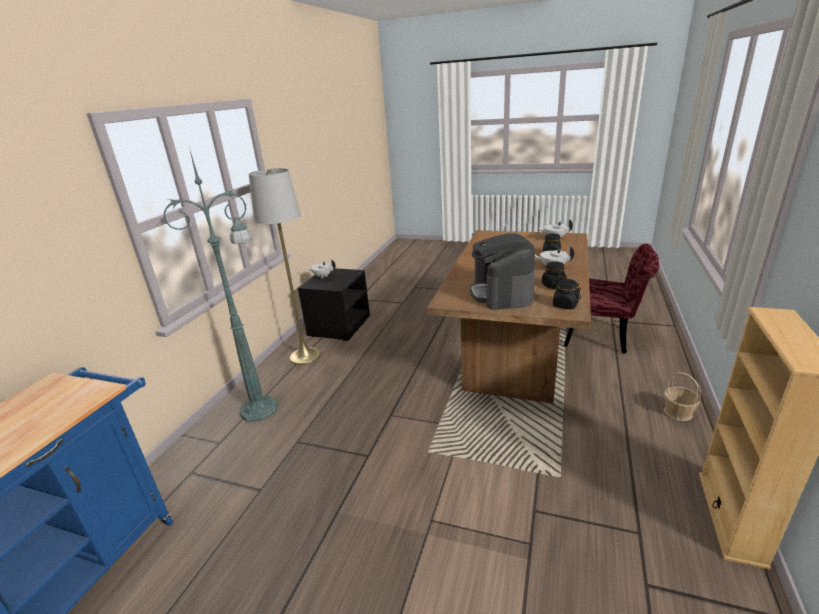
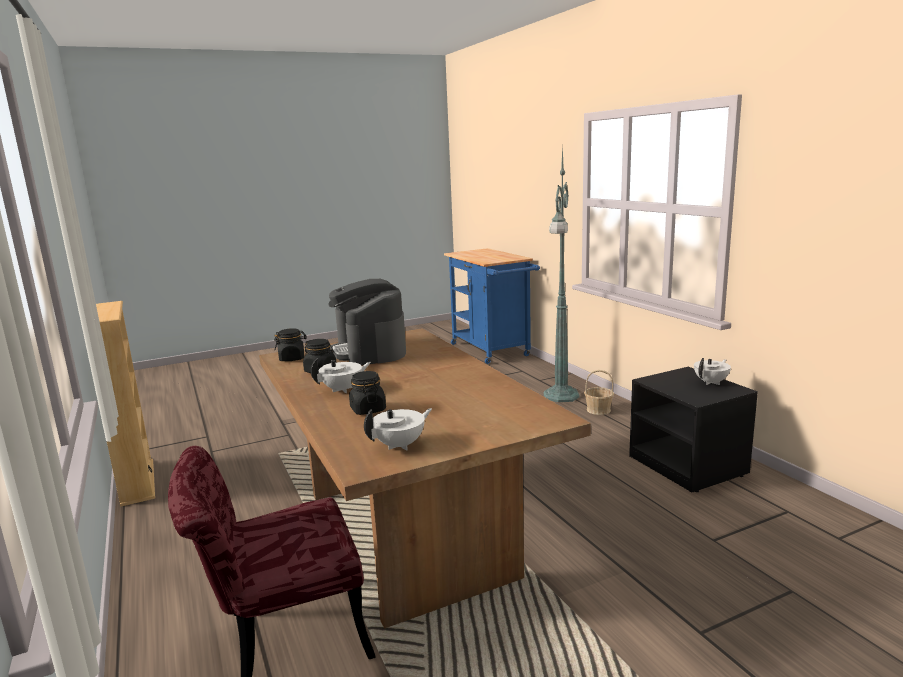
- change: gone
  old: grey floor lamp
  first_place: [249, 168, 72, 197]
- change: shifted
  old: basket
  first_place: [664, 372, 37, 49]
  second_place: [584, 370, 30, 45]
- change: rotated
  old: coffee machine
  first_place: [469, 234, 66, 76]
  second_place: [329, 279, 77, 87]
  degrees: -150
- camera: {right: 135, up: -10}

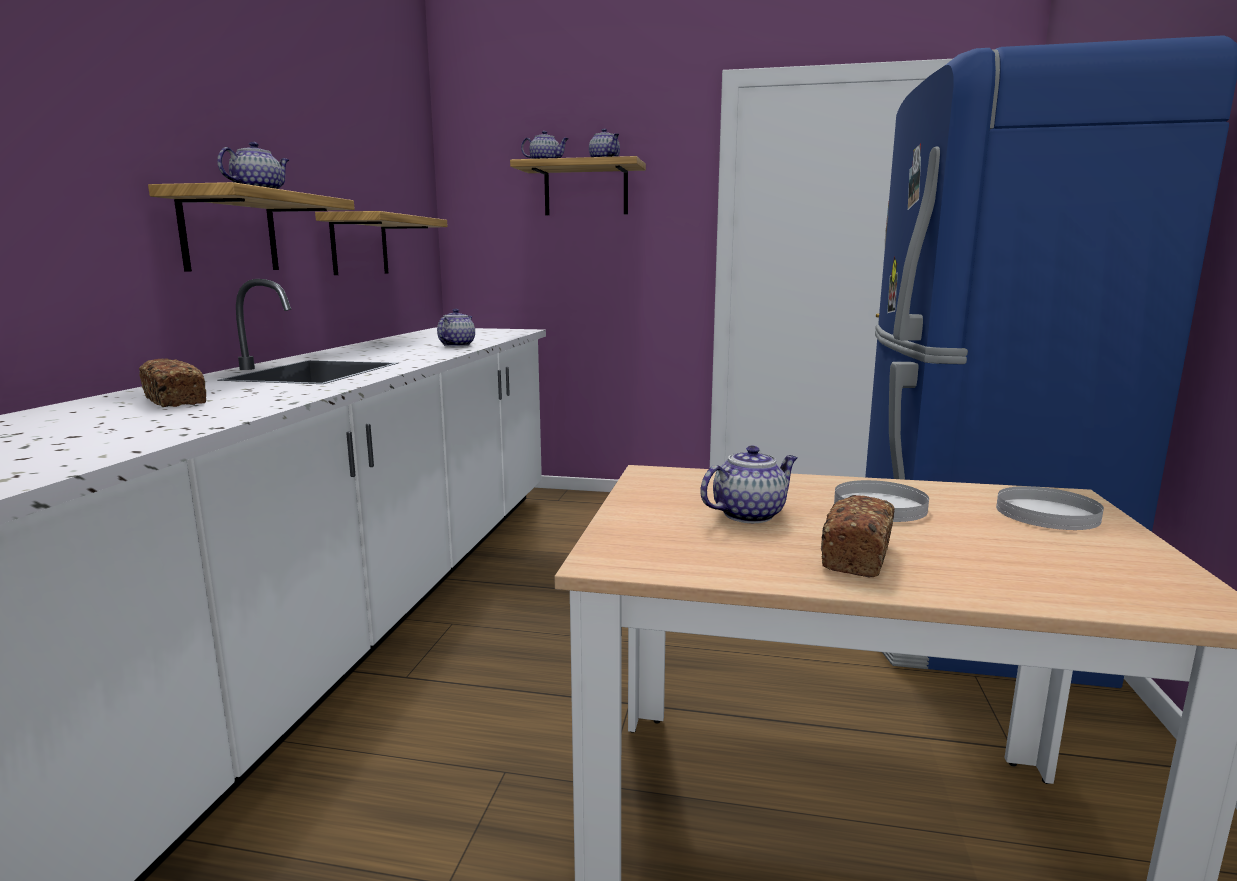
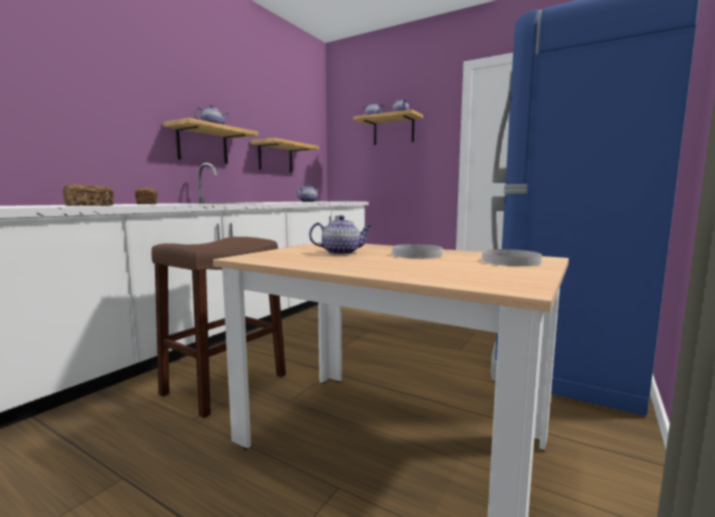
- change: new
  new: brown stool
  second_place: [151, 237, 135, 181]
- change: shifted
  old: bread
  first_place: [821, 495, 73, 82]
  second_place: [63, 184, 51, 22]
- camera: {right: 20, up: -5}

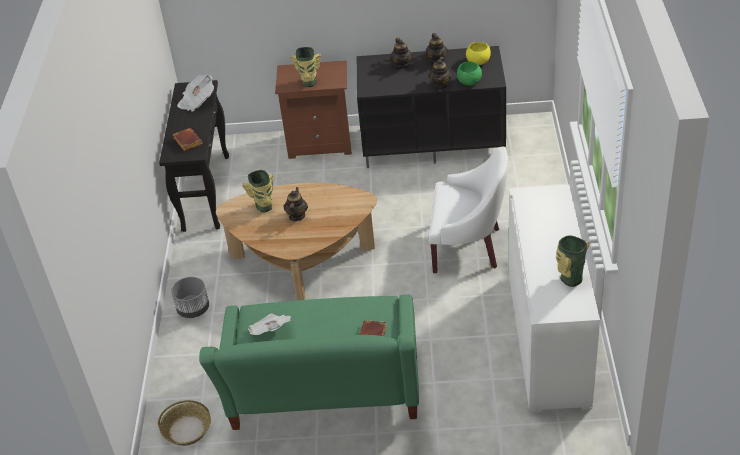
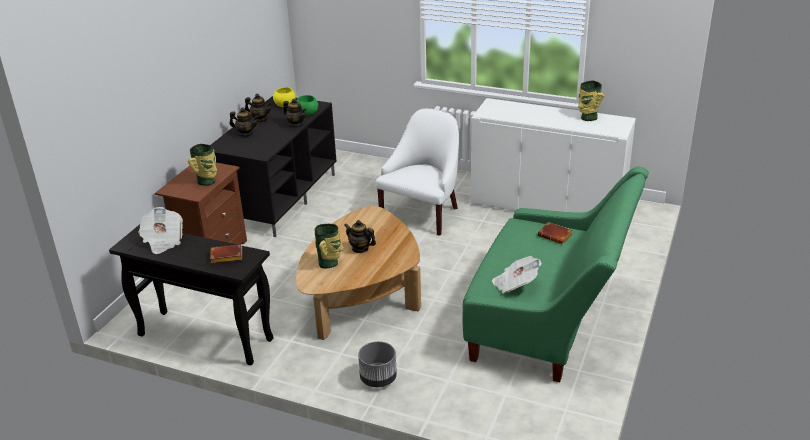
- change: gone
  old: basket
  first_place: [158, 400, 53, 46]
- camera: {right: -70, up: -10}

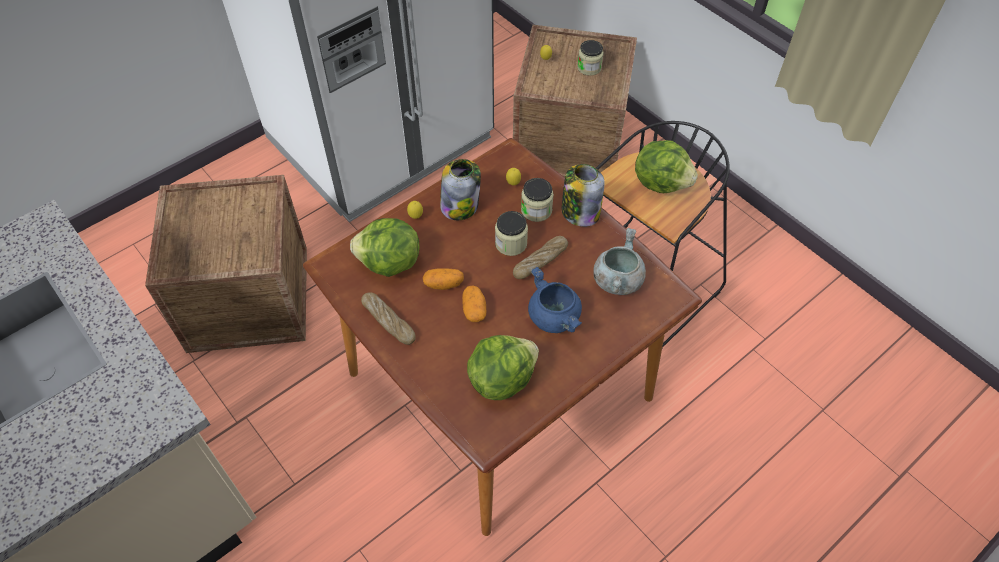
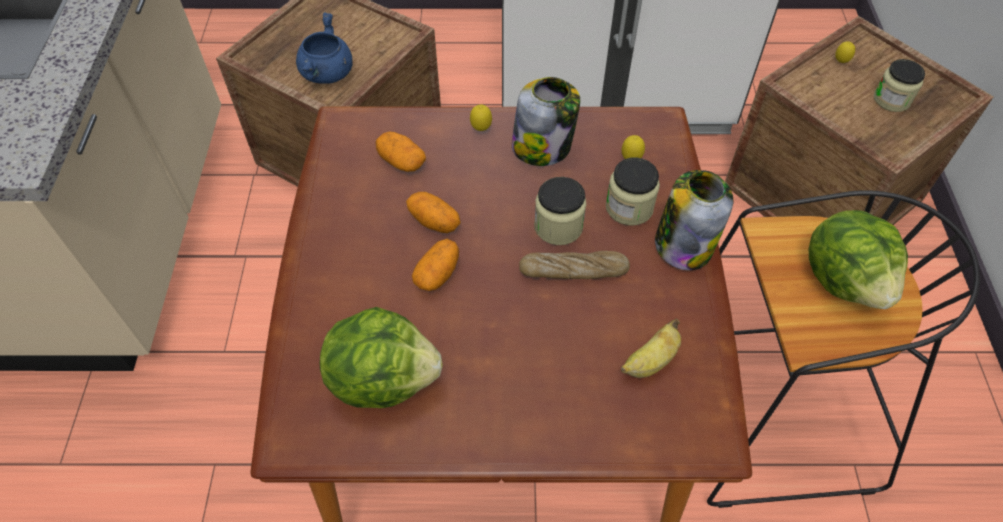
- change: gone
  old: bread
  first_place: [361, 292, 55, 53]
- change: shifted
  old: blue cooking pot
  first_place: [528, 267, 54, 66]
  second_place: [296, 12, 57, 72]
- change: swapped
  old: lettuce
  new: potato
  first_place: [350, 218, 70, 59]
  second_place: [376, 132, 50, 40]
- change: swapped
  old: grey cooking pot
  new: banana
  first_place: [593, 228, 53, 67]
  second_place: [621, 319, 60, 59]
- camera: {right: 40, up: 0}

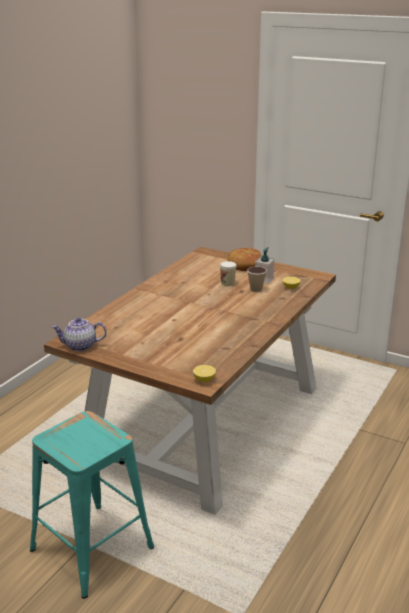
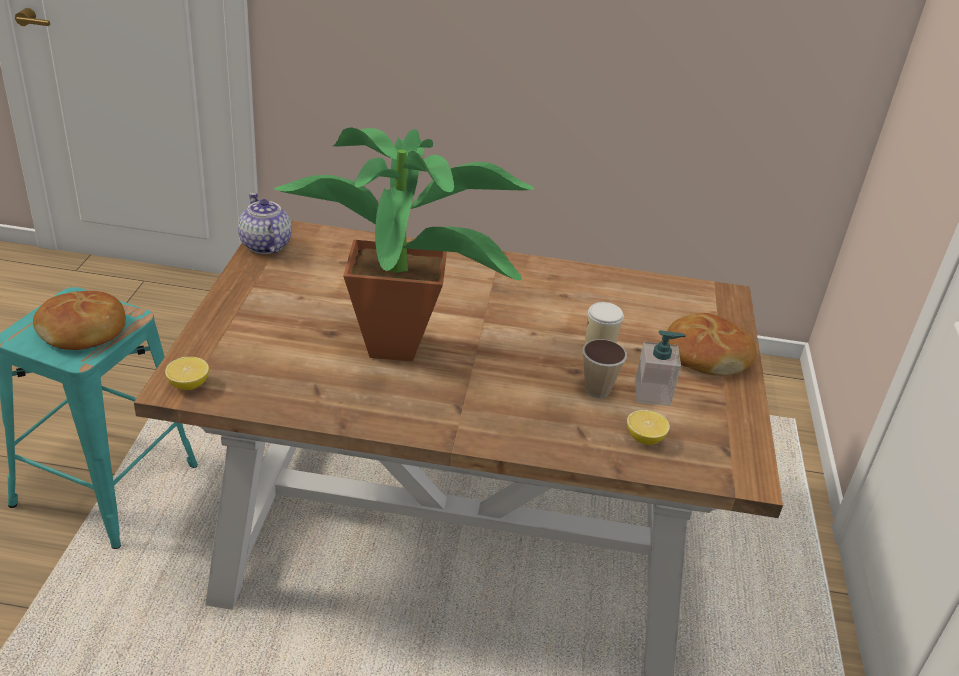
- change: new
  new: bread
  second_place: [33, 291, 93, 59]
- change: new
  new: potted plant
  second_place: [273, 127, 262, 235]
- camera: {right: 65, up: 10}

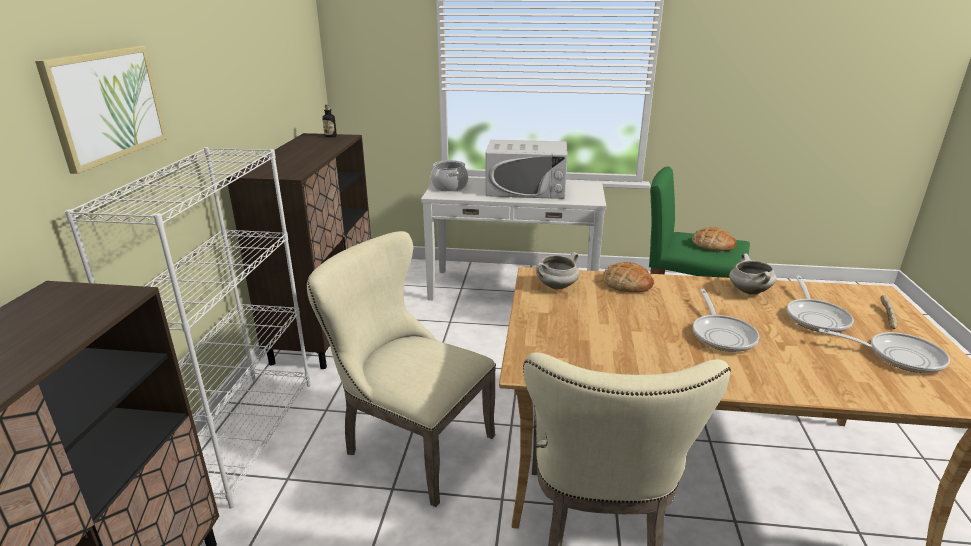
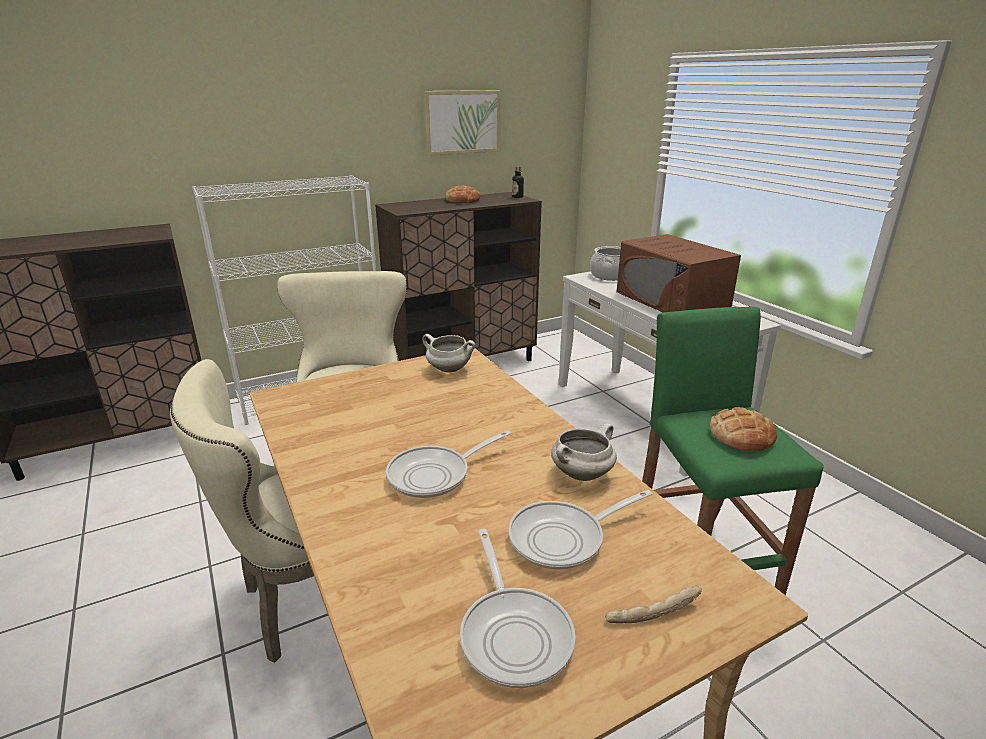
- change: shifted
  old: picture
  first_place: [35, 46, 132, 128]
  second_place: [423, 90, 77, 65]
- change: shifted
  old: bread
  first_place: [603, 262, 51, 31]
  second_place: [445, 185, 35, 18]
- change: repainted
  old: white microwave
  new: brown microwave
  first_place: [485, 140, 83, 59]
  second_place: [617, 234, 124, 78]
- camera: {right: 55, up: 0}

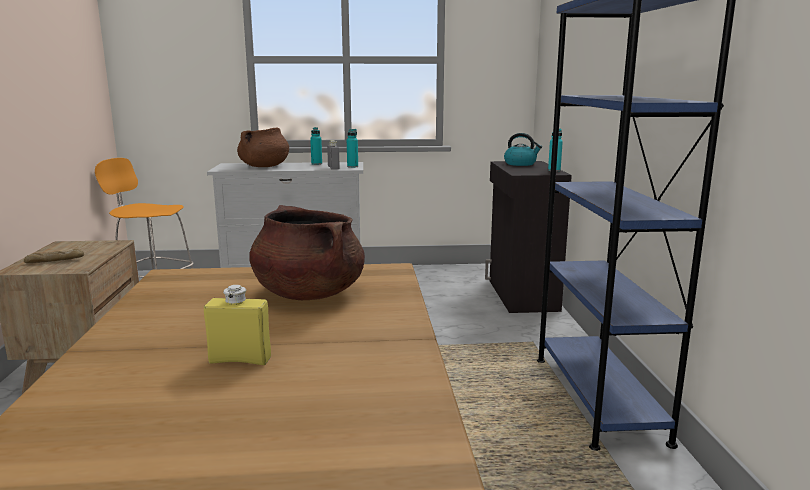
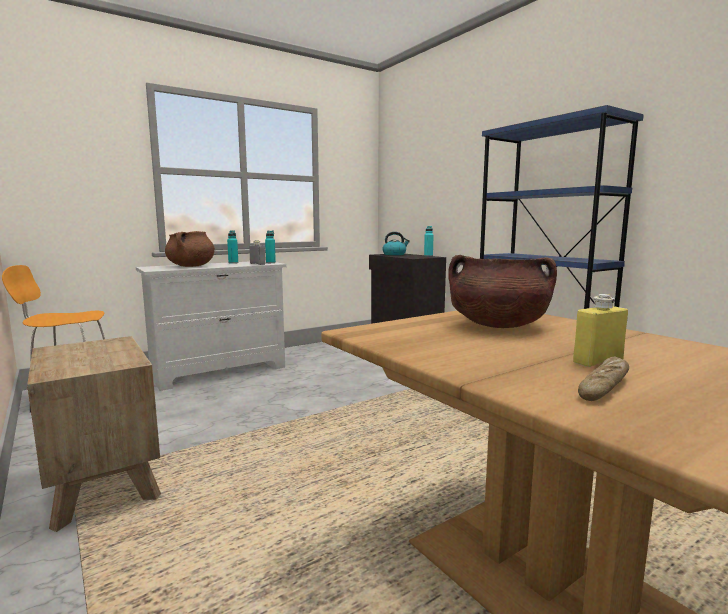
- change: shifted
  old: bread
  first_place: [24, 249, 60, 14]
  second_place: [578, 357, 51, 44]
- camera: {right: -30, up: -5}

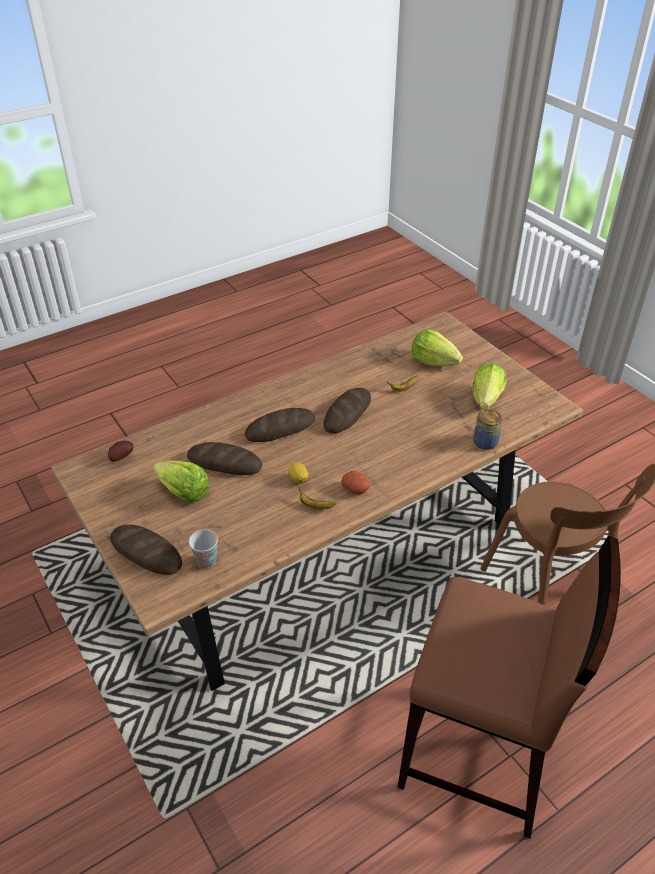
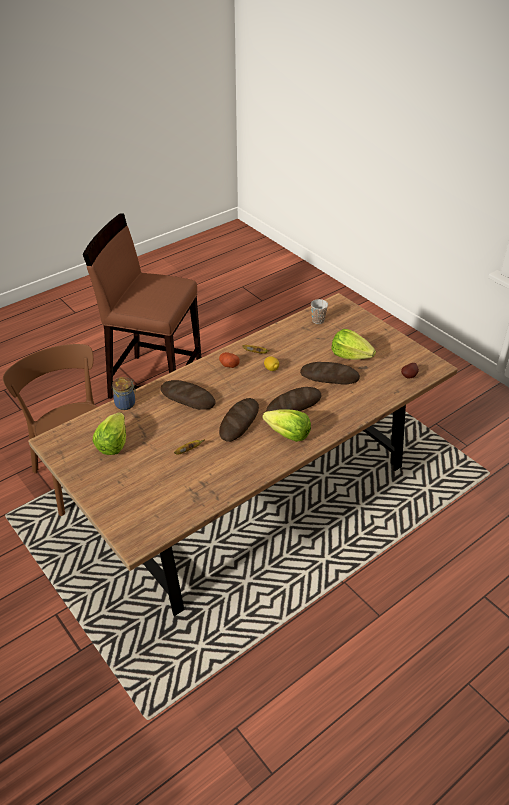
- change: shifted
  old: bread
  first_place: [110, 525, 72, 50]
  second_place: [161, 380, 55, 30]
- change: shifted
  old: lettuce
  first_place: [411, 329, 52, 37]
  second_place: [262, 409, 49, 33]
- camera: {right: 175, up: 0}

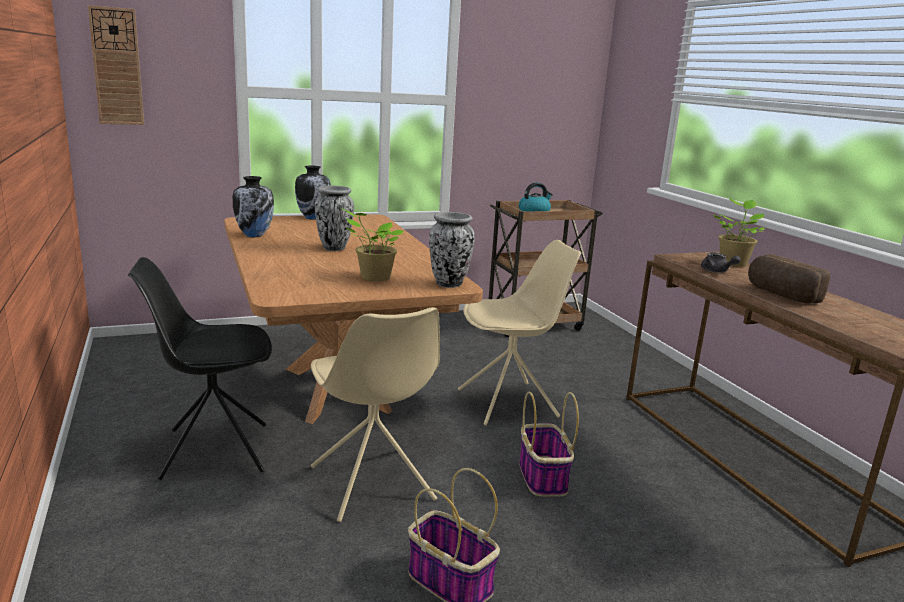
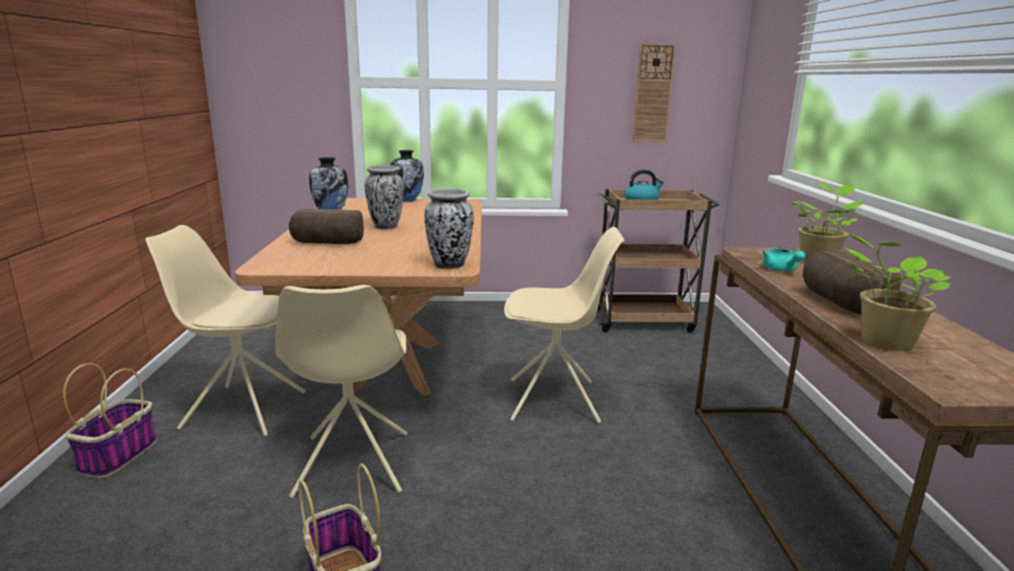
- change: new
  new: bread
  second_place: [289, 209, 75, 35]
- change: shifted
  old: wall clock
  first_place: [88, 5, 56, 120]
  second_place: [632, 43, 44, 99]
- change: shifted
  old: potted plant
  first_place: [341, 208, 63, 73]
  second_place: [844, 233, 107, 118]
- change: shifted
  old: basket
  first_place: [519, 392, 60, 105]
  second_place: [63, 363, 94, 115]
- change: repainted
  old: black chair
  new: beige chair
  first_place: [128, 257, 144, 223]
  second_place: [145, 225, 160, 212]
- change: repainted
  old: grey teapot
  new: turquoise teapot
  first_place: [701, 253, 40, 19]
  second_place: [762, 247, 43, 24]
- camera: {right: 20, up: 0}

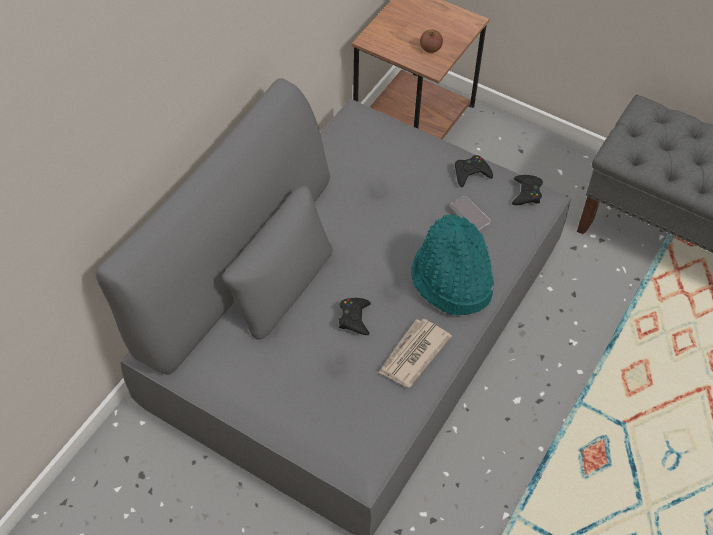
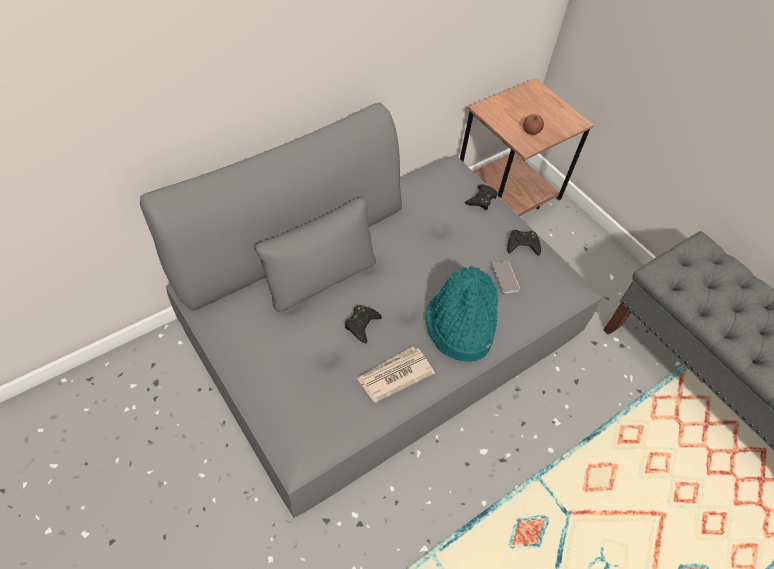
- change: shifted
  old: black game controller
  first_place: [512, 175, 31, 30]
  second_place: [465, 184, 33, 26]
- camera: {right: 20, up: 0}

